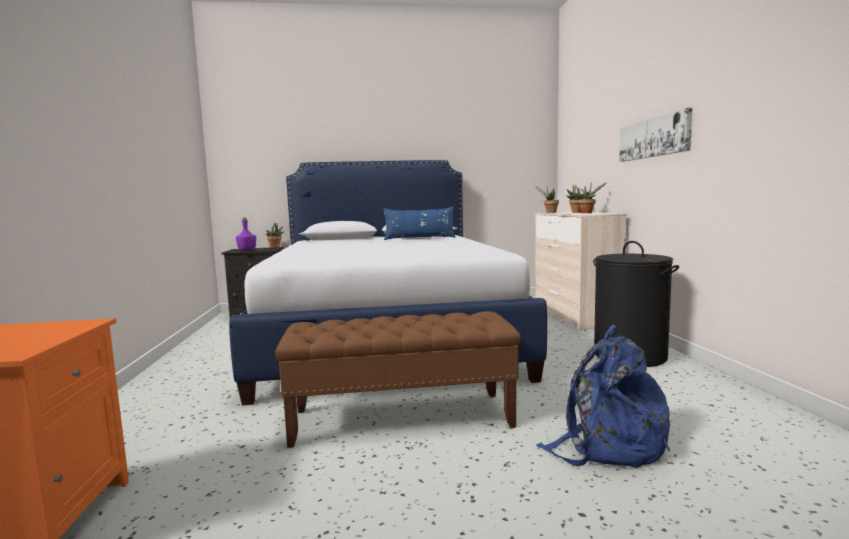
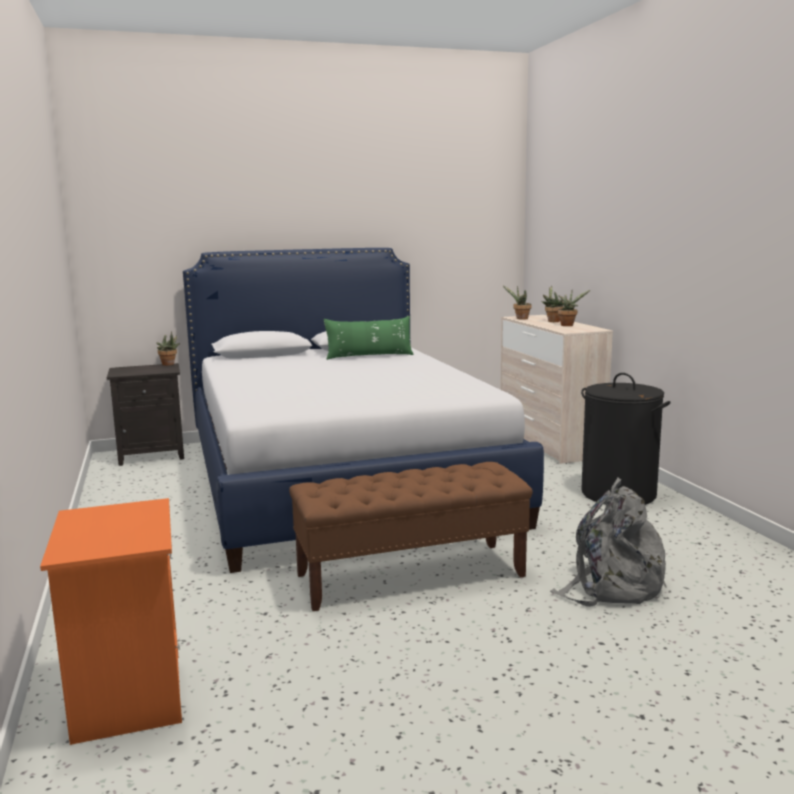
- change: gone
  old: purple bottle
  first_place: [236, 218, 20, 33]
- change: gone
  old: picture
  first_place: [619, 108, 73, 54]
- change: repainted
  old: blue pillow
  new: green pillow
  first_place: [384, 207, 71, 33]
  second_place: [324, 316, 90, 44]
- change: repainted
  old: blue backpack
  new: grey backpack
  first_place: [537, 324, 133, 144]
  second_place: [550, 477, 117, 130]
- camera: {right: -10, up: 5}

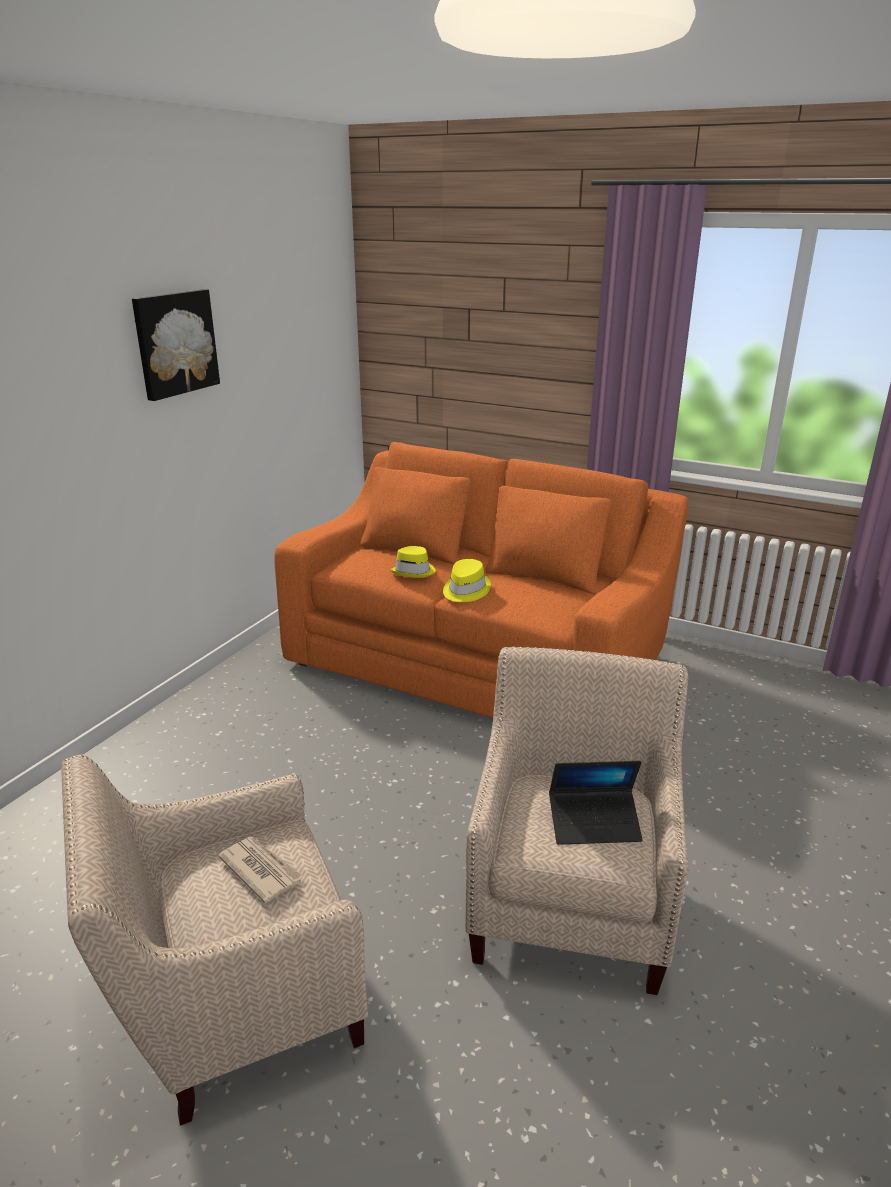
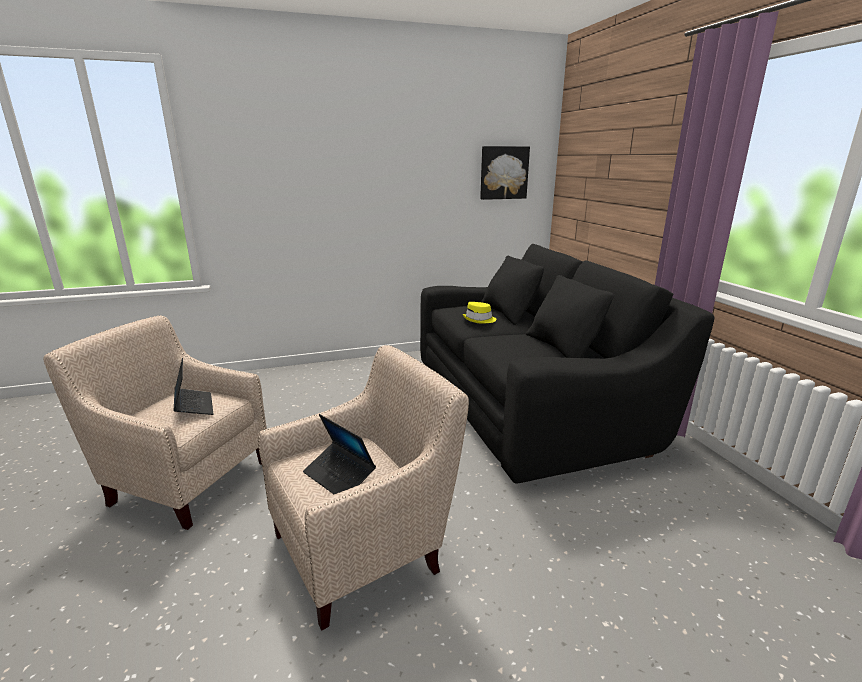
- change: gone
  old: yellow hat
  first_place: [443, 559, 48, 43]
- change: shifted
  old: picture
  first_place: [132, 289, 88, 112]
  second_place: [480, 146, 50, 54]
- change: swapped
  old: newspaper
  new: laptop
  first_place: [218, 837, 86, 66]
  second_place: [174, 358, 39, 57]
- change: repainted
  old: orange sofa
  new: black sofa
  first_place: [274, 442, 415, 276]
  second_place: [420, 244, 294, 240]
- camera: {right: 45, up: -5}

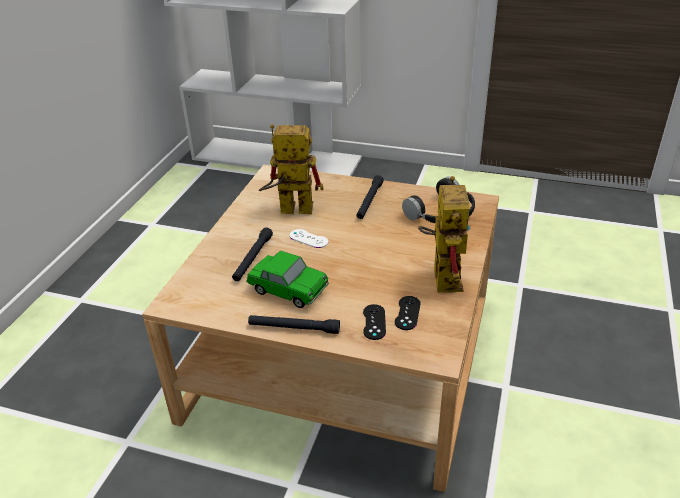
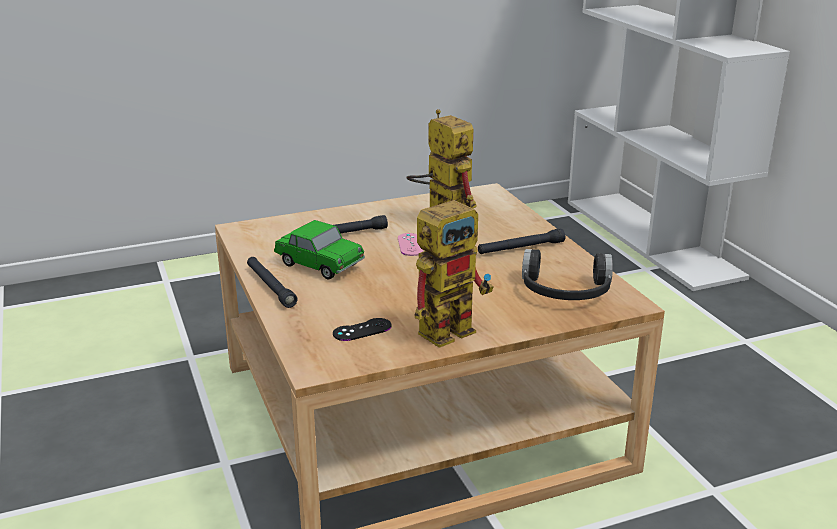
- change: gone
  old: black game controller
  first_place: [363, 304, 23, 36]
- change: repainted
  old: white game controller
  new: pink game controller
  first_place: [290, 229, 38, 19]
  second_place: [398, 233, 25, 23]
- change: rotated
  old: toy car
  first_place: [246, 251, 83, 57]
  second_place: [274, 220, 91, 59]
  degrees: -45
- camera: {right: 50, up: -10}

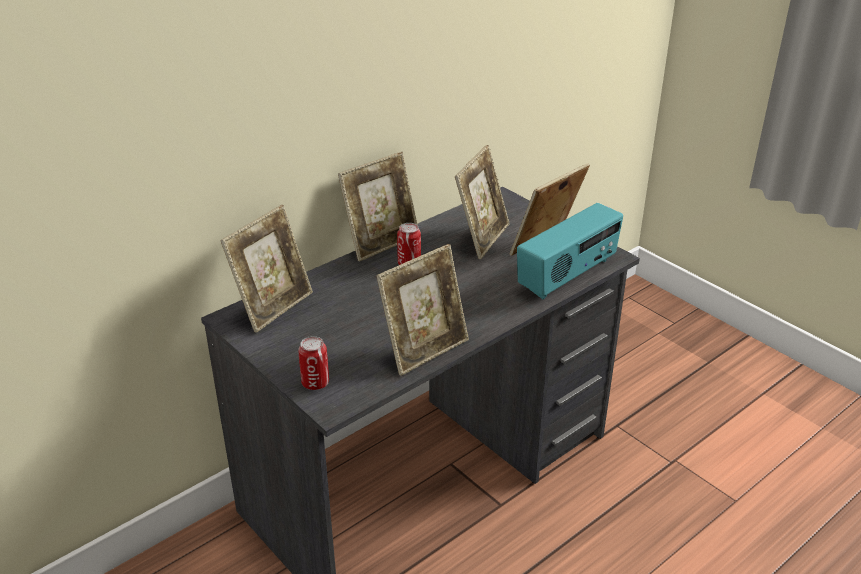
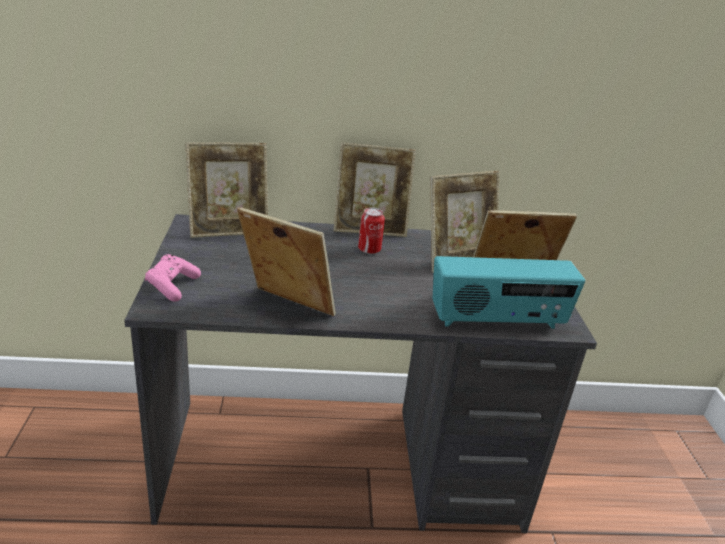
- change: swapped
  old: can
  new: pink game controller
  first_place: [298, 336, 31, 54]
  second_place: [145, 254, 56, 48]
- change: rotated
  old: picture frame
  first_place: [376, 244, 93, 132]
  second_place: [237, 207, 99, 109]
  degrees: -150
- camera: {right: 35, up: -5}

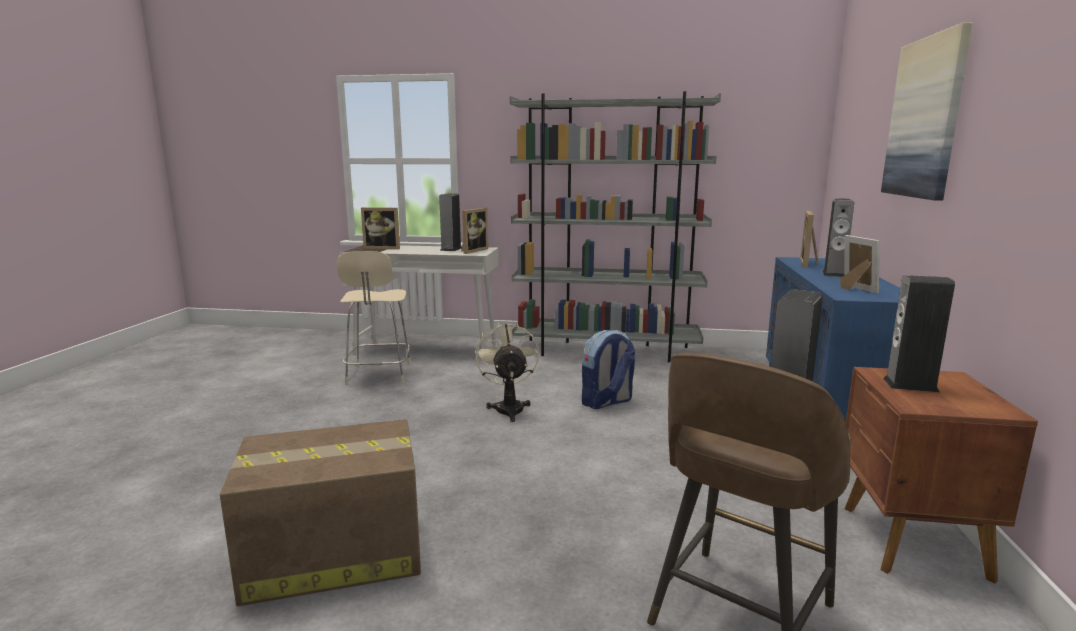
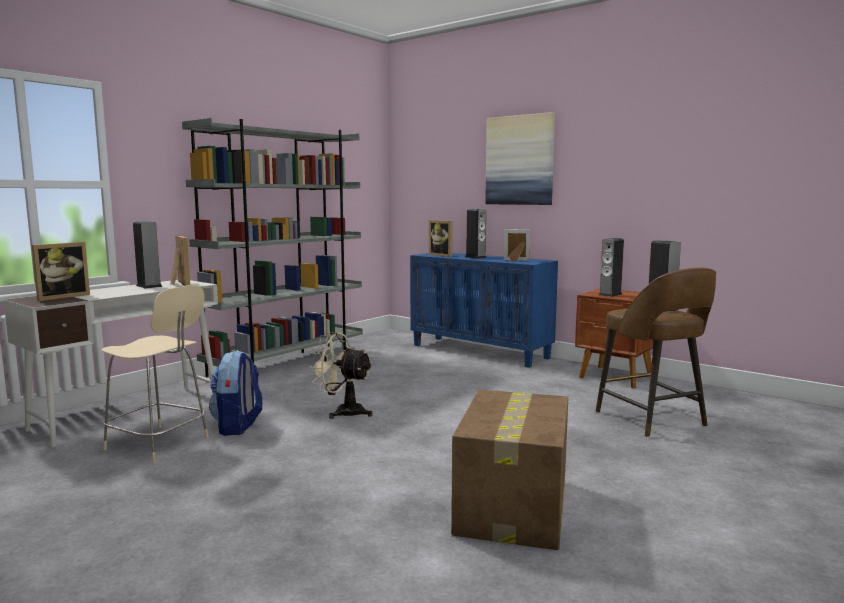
- change: shifted
  old: backpack
  first_place: [582, 330, 53, 79]
  second_place: [209, 350, 53, 86]
- camera: {right: -60, up: -5}

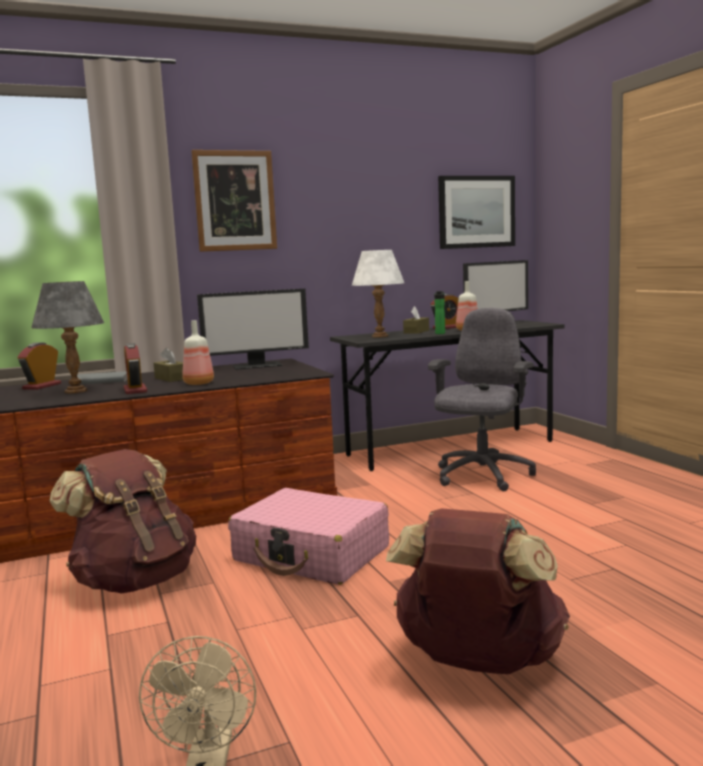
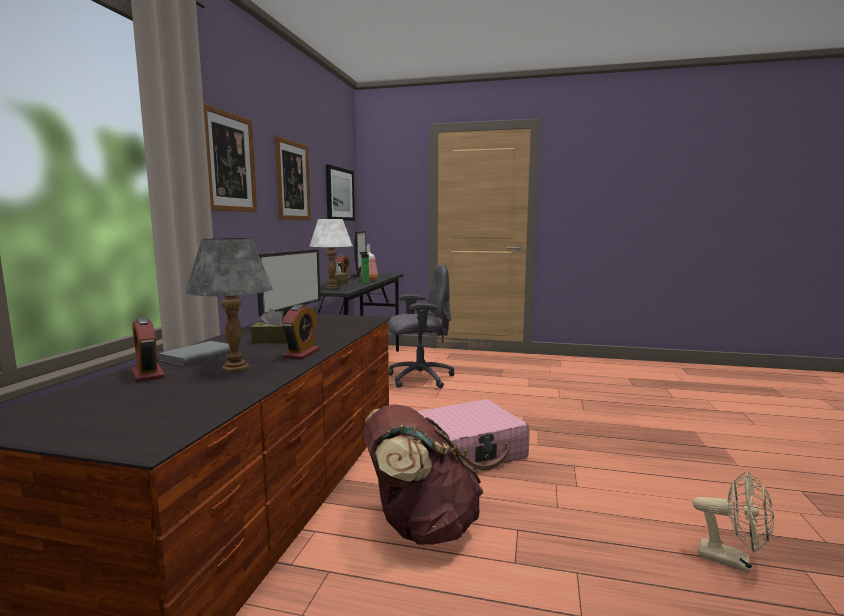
- change: gone
  old: bottle
  first_place: [183, 320, 31, 65]
- change: gone
  old: brown backpack
  first_place: [386, 508, 184, 166]
- change: new
  new: picture
  second_place: [275, 136, 36, 84]
- change: rotated
  old: alarm clock
  first_place: [123, 343, 24, 51]
  second_place: [281, 305, 39, 55]
  degrees: -90
- change: rotated
  old: grey office chair
  first_place: [428, 308, 108, 183]
  second_place: [389, 264, 65, 124]
  degrees: 105
- camera: {right: -55, up: 0}

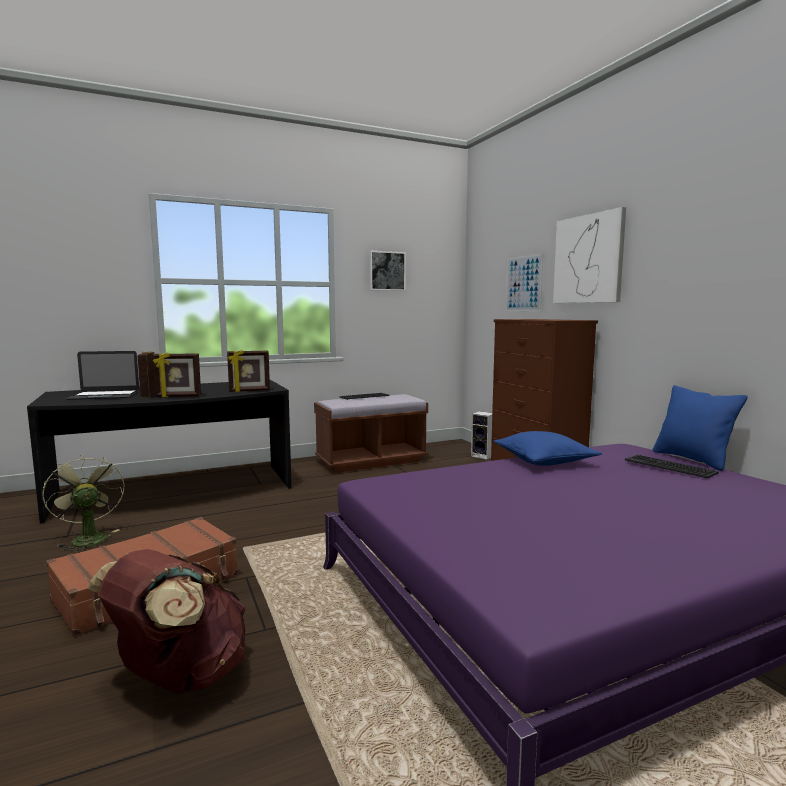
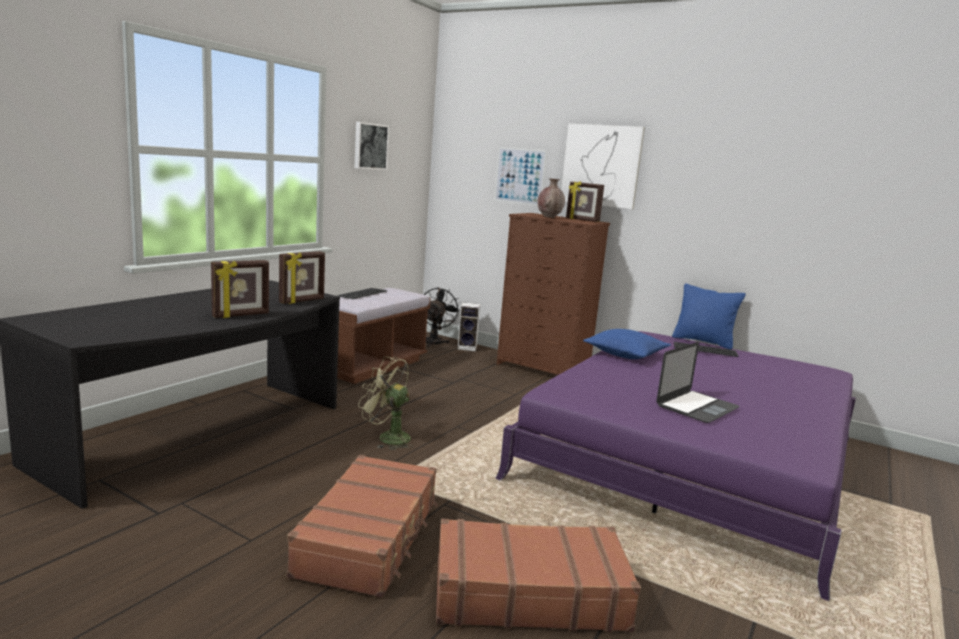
- change: new
  new: black fan
  second_place: [424, 287, 36, 60]
- change: new
  new: brown vase
  second_place: [538, 178, 27, 40]
- change: shifted
  old: green fan
  first_place: [42, 454, 83, 98]
  second_place: [358, 356, 56, 94]
- change: shifted
  old: laptop
  first_place: [65, 351, 74, 49]
  second_place: [657, 342, 83, 81]
- change: shifted
  old: picture frame
  first_place: [137, 351, 18, 47]
  second_place: [566, 181, 38, 41]
- change: swapped
  old: brown backpack
  new: brown suitcase
  first_place: [88, 549, 158, 144]
  second_place: [436, 519, 205, 113]
- camera: {right: -35, up: 5}

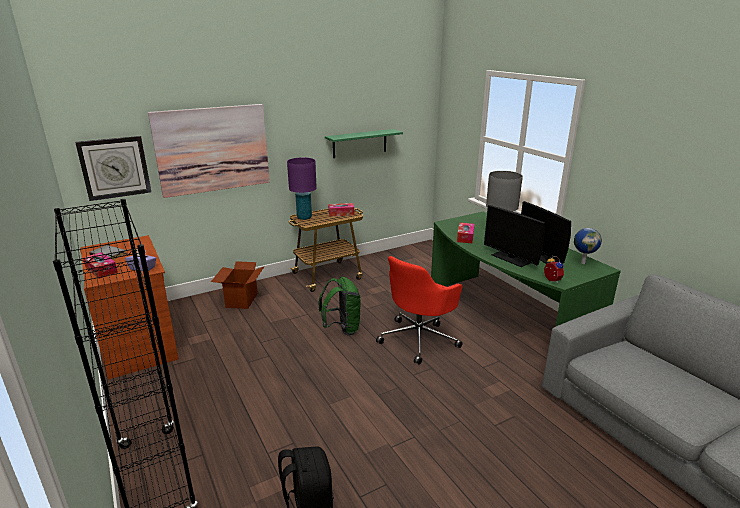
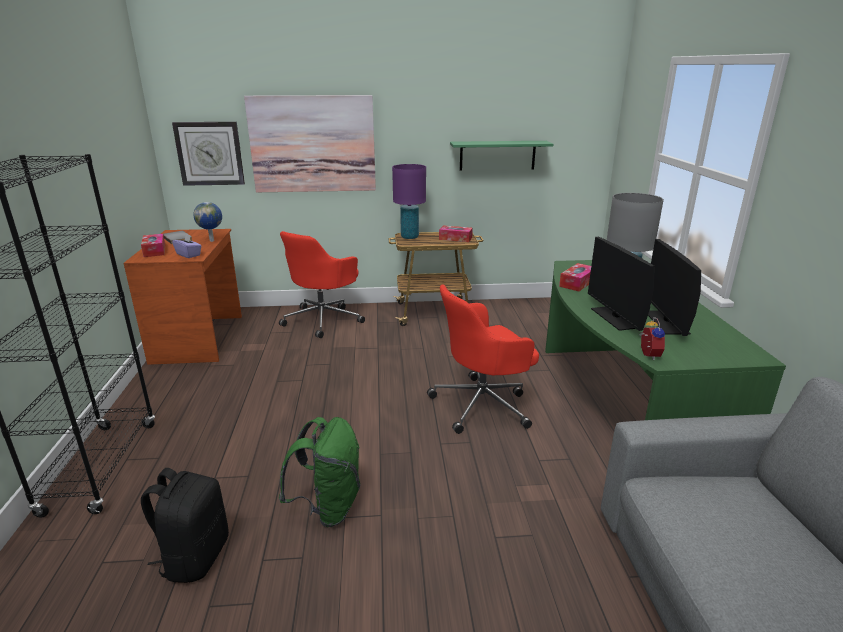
- change: shifted
  old: green backpack
  first_place: [319, 277, 42, 59]
  second_place: [279, 417, 81, 110]
- change: shifted
  old: globe
  first_place: [574, 228, 28, 36]
  second_place: [193, 202, 29, 40]
- change: swapped
  old: cardboard box
  new: red office chair
  first_place: [211, 261, 54, 48]
  second_place: [279, 231, 86, 107]
- camera: {right: 25, up: 0}

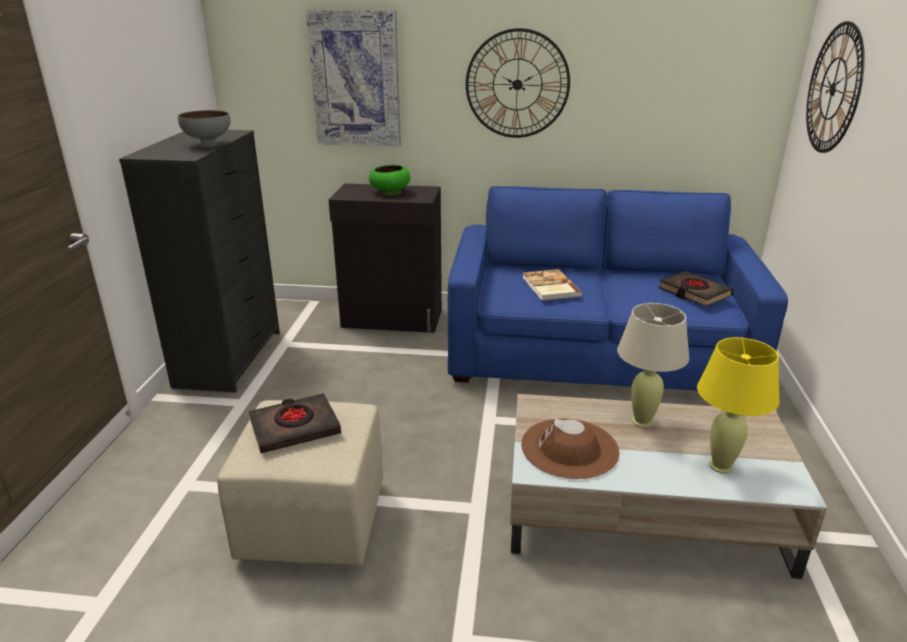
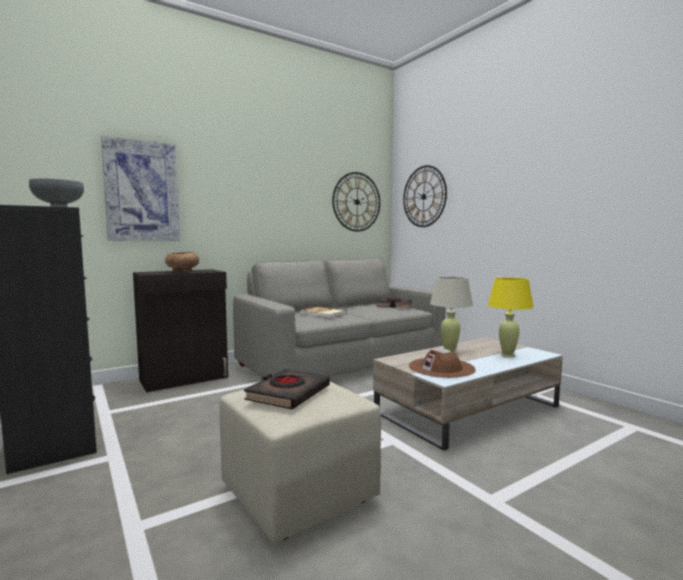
- change: shifted
  old: wall clock
  first_place: [466, 28, 104, 110]
  second_place: [332, 172, 48, 60]
- change: repainted
  old: green bowl
  new: brown bowl
  first_place: [369, 165, 41, 30]
  second_place: [165, 252, 34, 20]
- change: repainted
  old: blue sofa
  new: grey sofa
  first_place: [448, 186, 340, 205]
  second_place: [233, 258, 213, 119]
- camera: {right: -40, up: -20}

